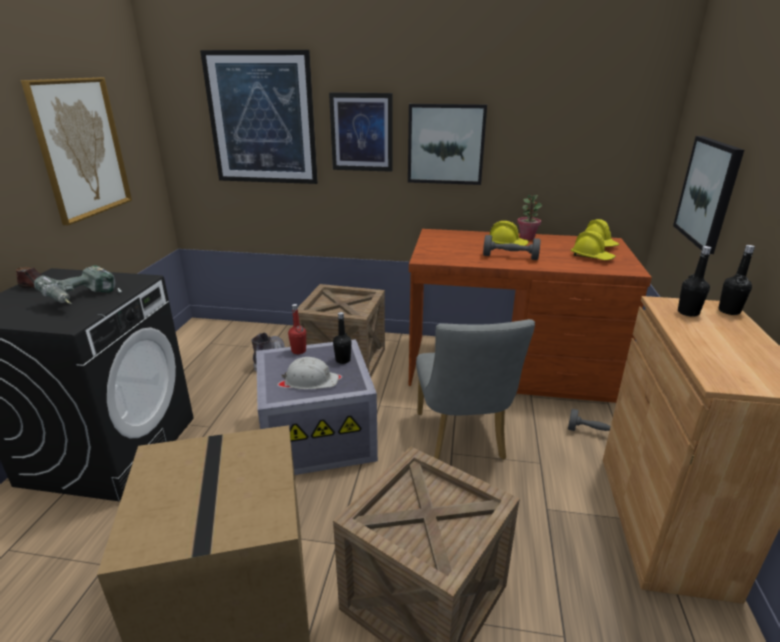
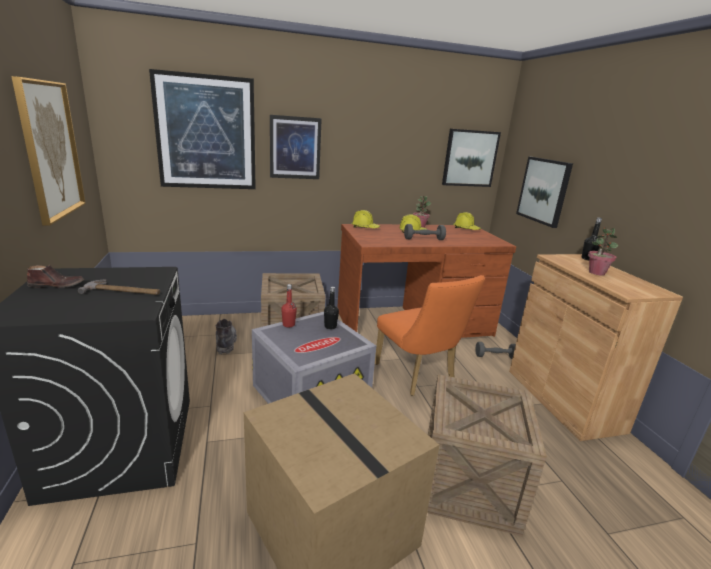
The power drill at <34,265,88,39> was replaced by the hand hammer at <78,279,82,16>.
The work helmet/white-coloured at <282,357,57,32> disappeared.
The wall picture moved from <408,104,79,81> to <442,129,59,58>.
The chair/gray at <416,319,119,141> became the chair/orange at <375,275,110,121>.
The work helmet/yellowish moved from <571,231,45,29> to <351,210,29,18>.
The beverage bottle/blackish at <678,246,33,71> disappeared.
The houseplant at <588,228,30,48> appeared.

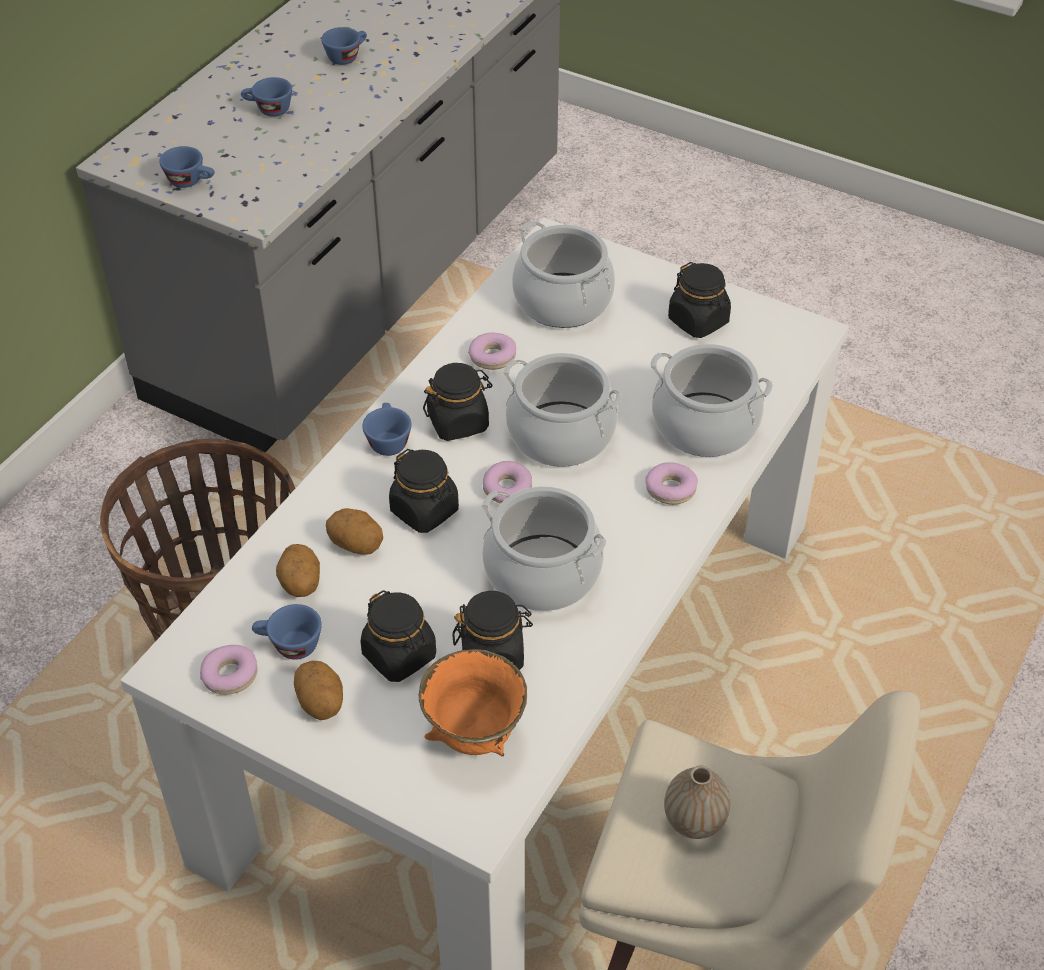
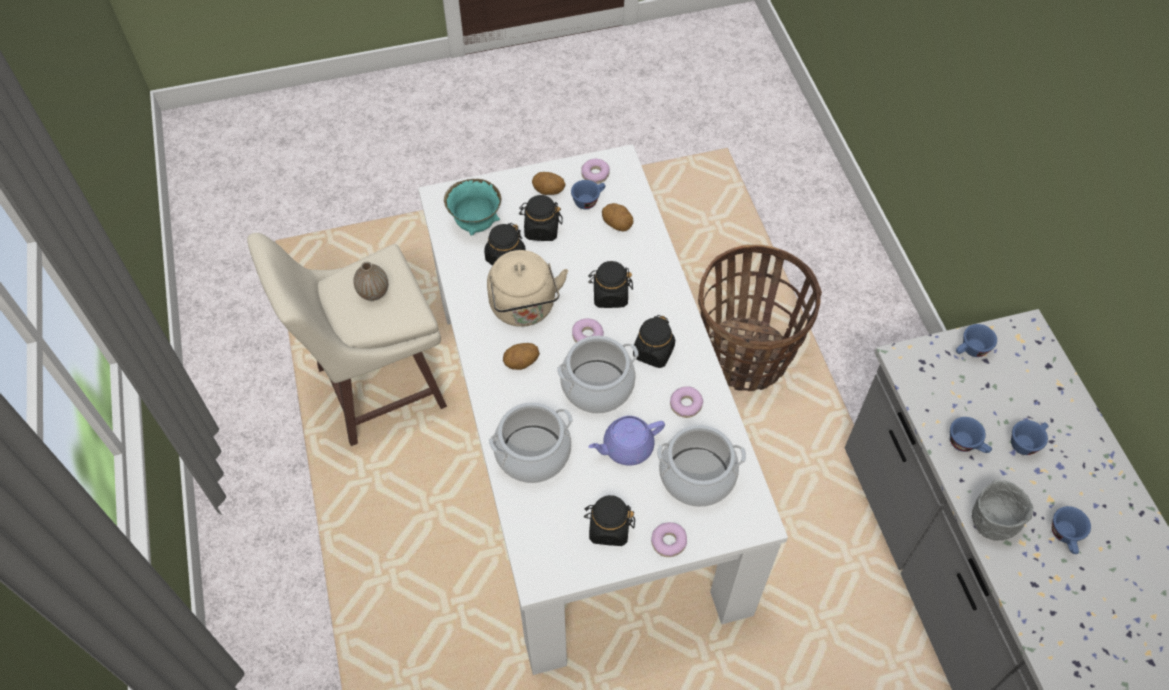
The potato moved from <326,508,57,47> to <503,343,37,27>.
The drinking cup/blue moved from <362,403,50,53> to <950,417,42,36>.
The bowl/orange at <419,649,108,107> became the bowl/turquoise-coloured at <444,179,58,57>.
The cooking pot at <482,486,124,125> was replaced by the kettle/beige-coloured at <487,250,81,77>.
The ring doughnut moved from <645,462,53,43> to <651,522,36,35>.
The teapot/purple at <588,416,77,50> appeared.
The bowl/gray at <972,480,61,61> appeared.

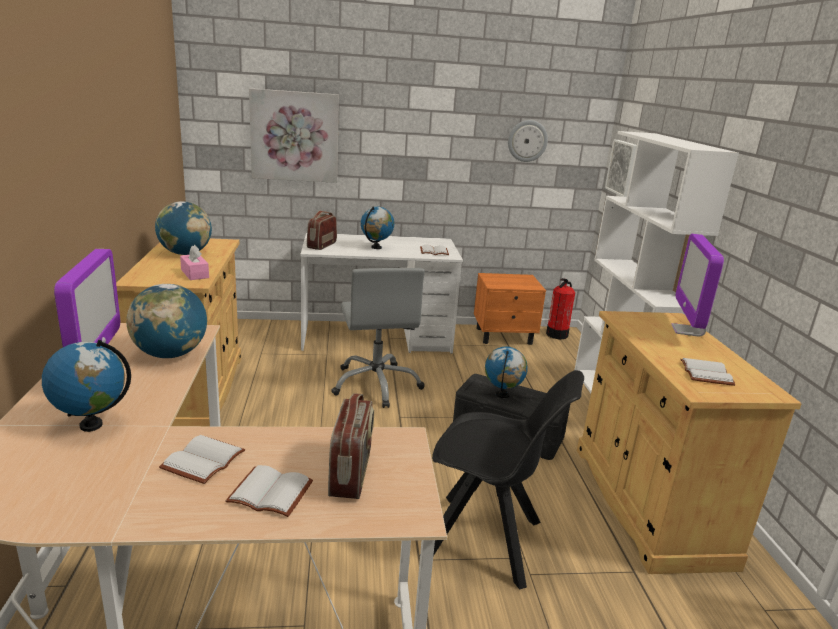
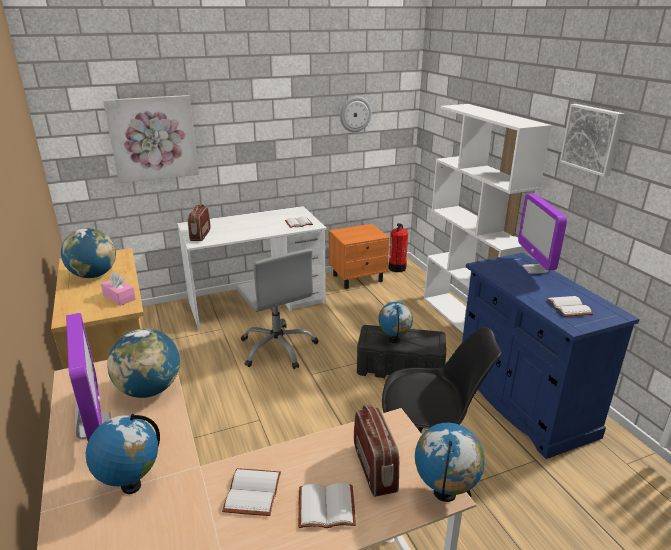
The globe moved from <361,207,33,42> to <415,423,70,79>.
The storage cabinet/beige-coloured at <577,311,225,263> became the storage cabinet/blue at <462,253,178,206>.
The wall picture moved from <605,140,32,57> to <560,104,64,73>.

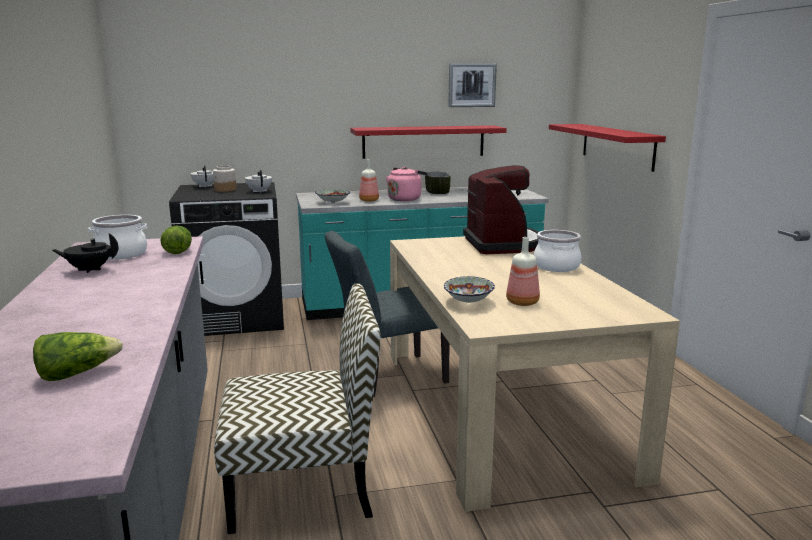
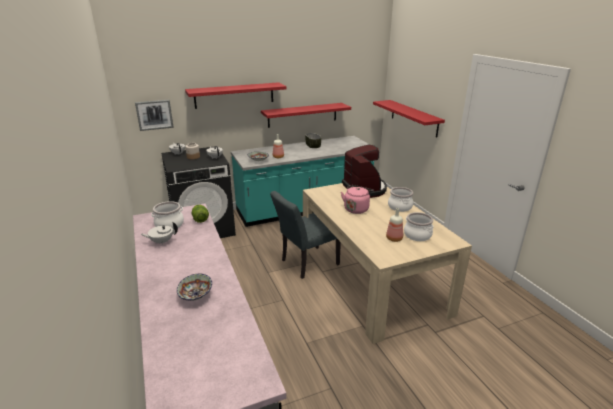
The lettuce head at <33,332,90,49> disappeared.
The teapot/blackish at <52,233,67,40> became the teapot/white-coloured at <141,222,37,23>.
The chair at <214,283,167,251> disappeared.
The kettle/pinkish moved from <386,167,42,34> to <341,185,33,29>.
The bowl moved from <444,276,51,27> to <177,274,35,27>.
The wall picture moved from <448,63,49,44> to <135,100,39,31>.
The shelf/red-coloured at <185,82,102,27> appeared.
The cooking pot at <404,212,29,29> appeared.

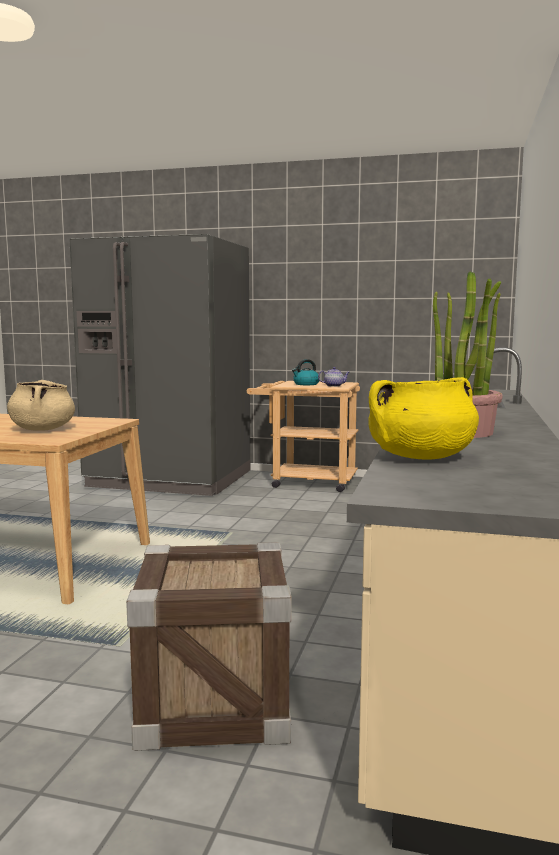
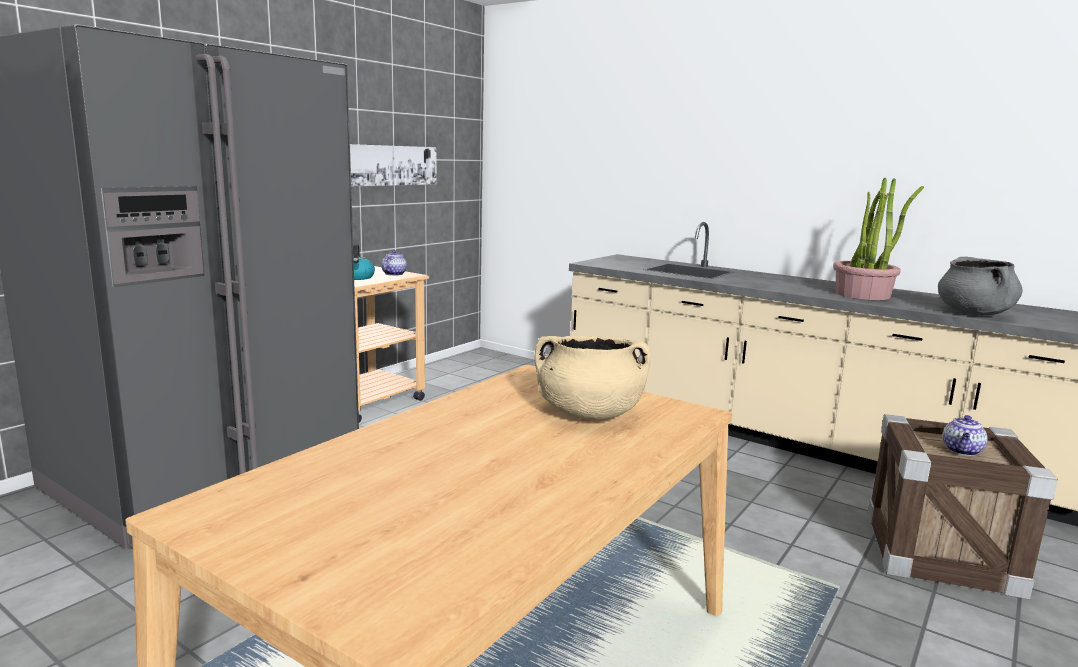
The cooking pot/yellowish at <368,377,111,82> became the cooking pot/gray at <938,257,85,58>.
The wall picture at <350,144,87,43> appeared.
The teapot at <943,415,44,41> appeared.

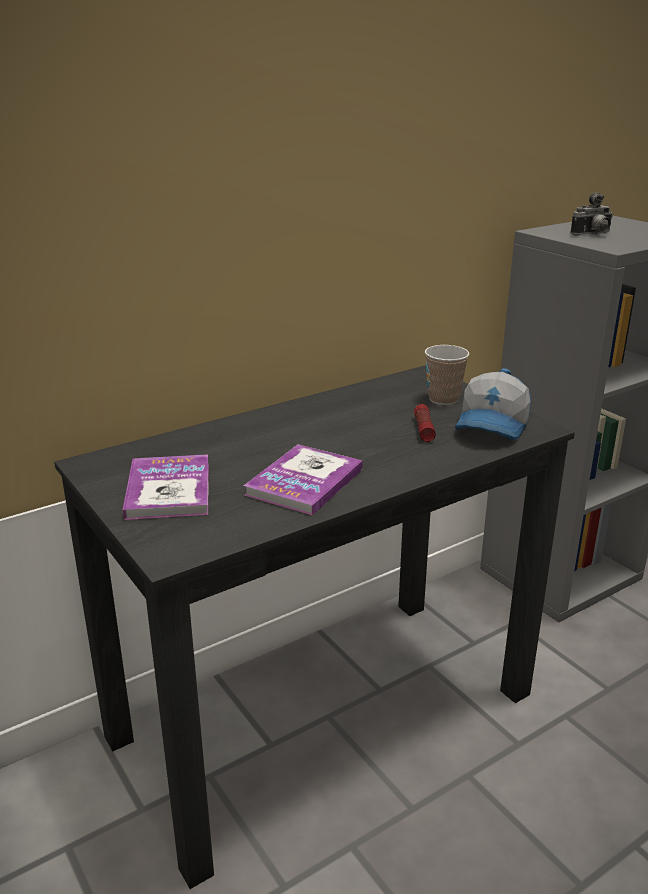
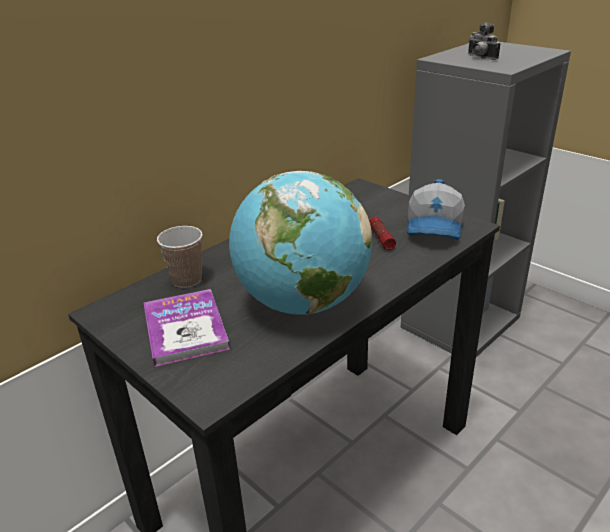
The book at <244,444,119,71> was replaced by the globe at <229,171,143,144>.
The drinking cup moved from <425,345,44,60> to <157,226,45,62>.
The still camera at <570,192,43,44> turned 90 degrees clockwise.

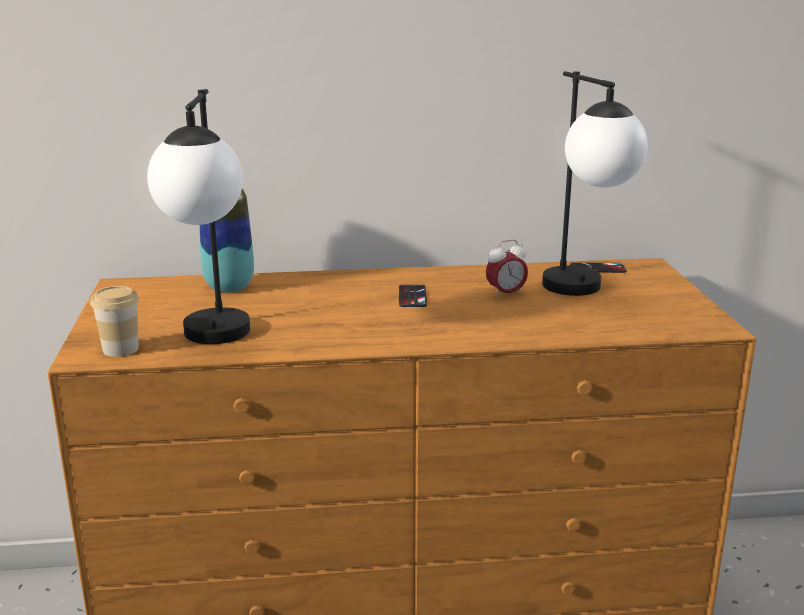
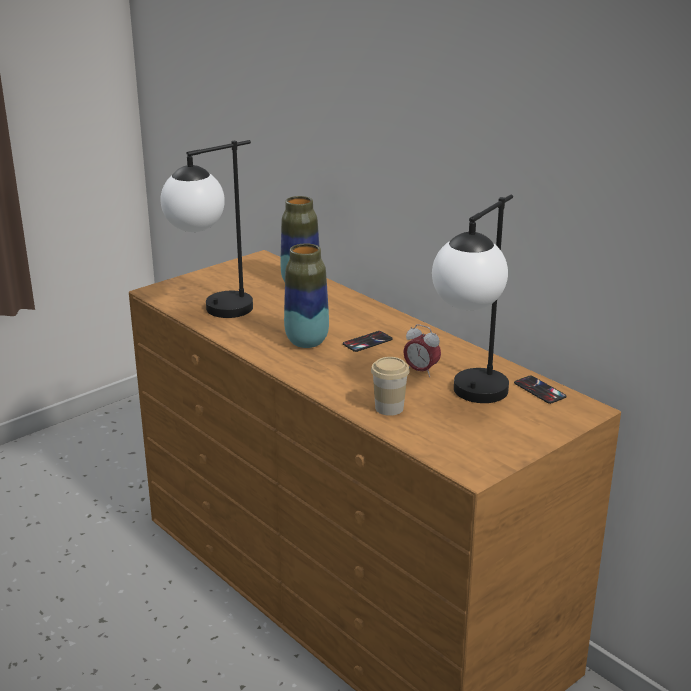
The drinking cup moved from <90,286,49,71> to <371,357,39,59>.
The decorative vase at <284,243,45,105> appeared.

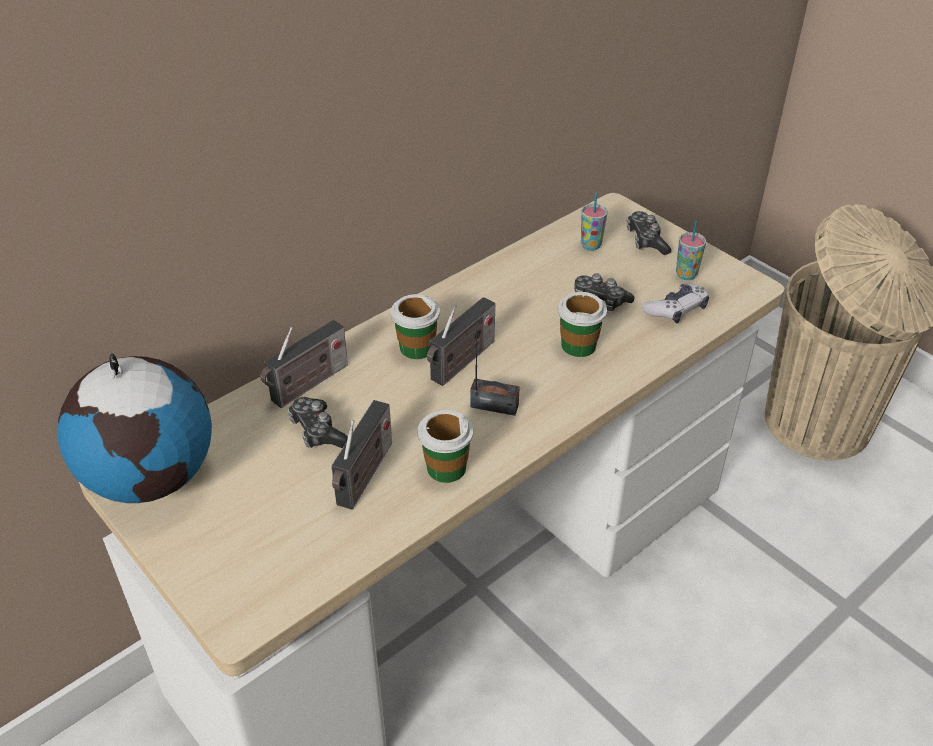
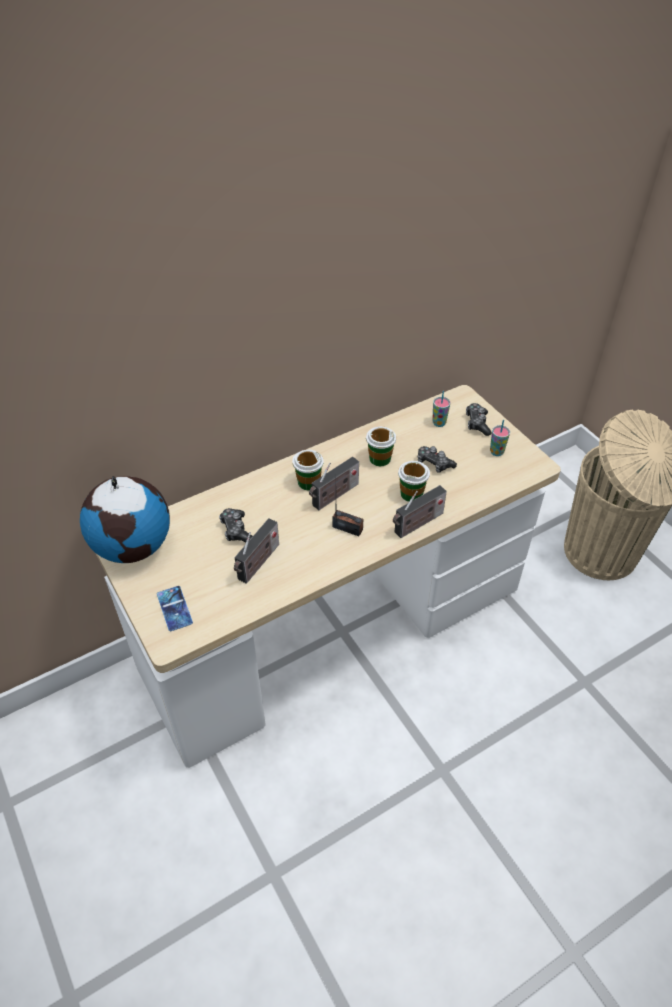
The radio set moved from <260,320,88,88> to <393,485,54,53>.
The drinking cup moved from <417,410,56,73> to <366,426,30,40>.
The gamepad at <642,284,67,39> disappeared.
The phone at <157,586,36,45> appeared.

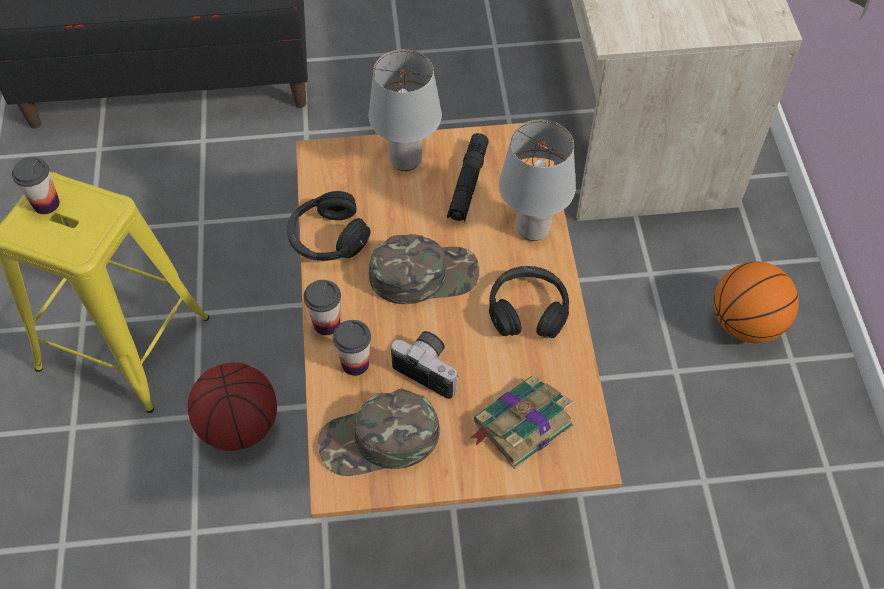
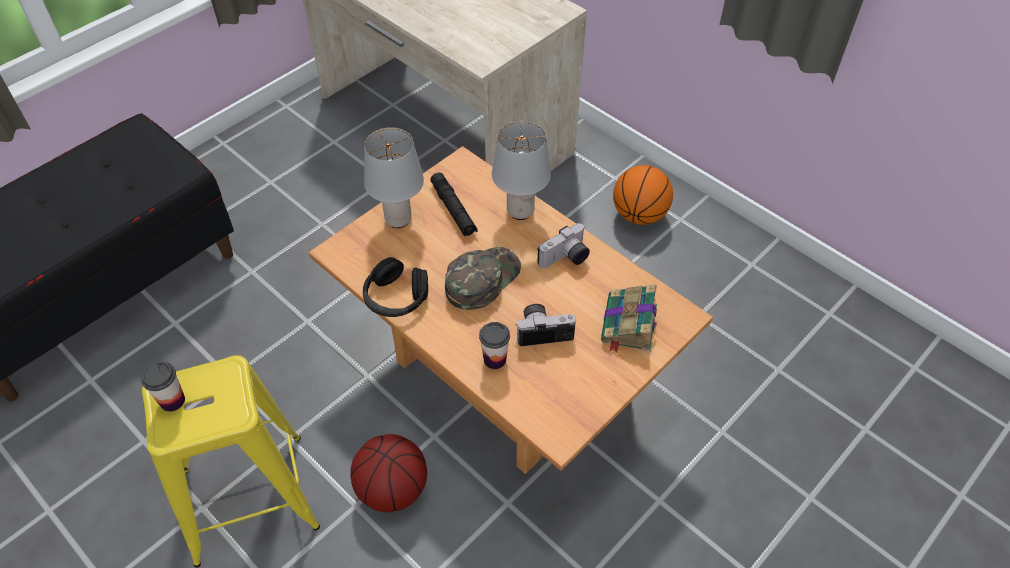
The drinking cup at <304,280,37,55> disappeared.
The cap/green at <318,389,122,87> disappeared.
The pair of headphones/blackish at <489,266,80,72> was replaced by the still camera at <537,223,53,45>.

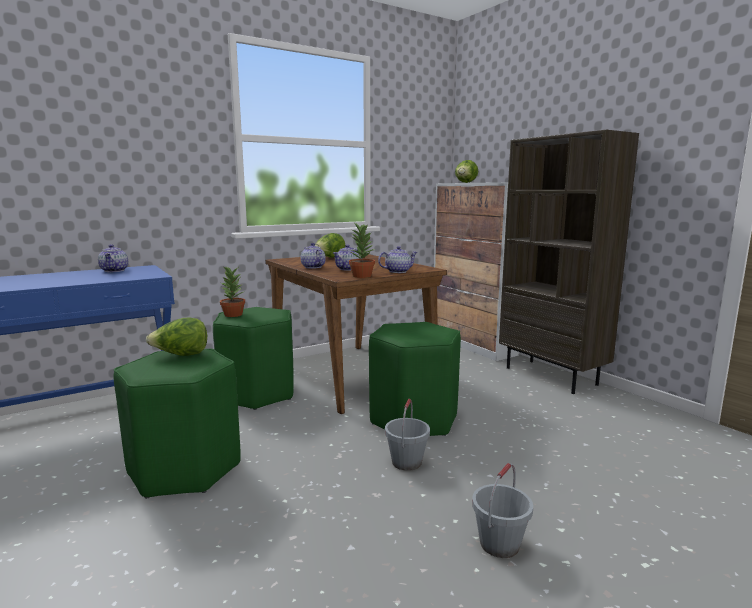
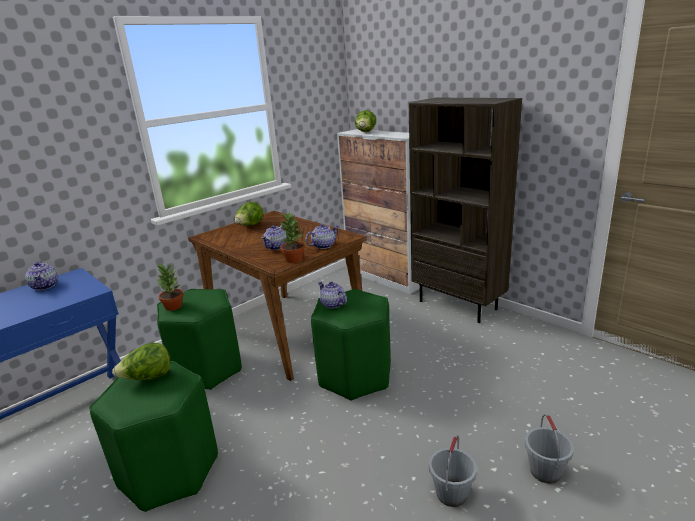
The teapot moved from <301,243,25,26> to <318,281,29,28>.
The bucket/gray moved from <385,399,45,72> to <525,414,49,70>.

